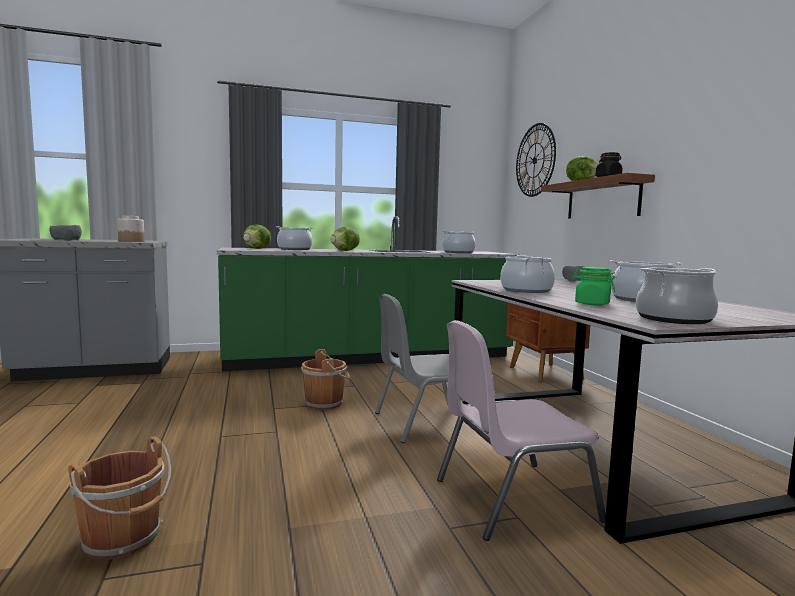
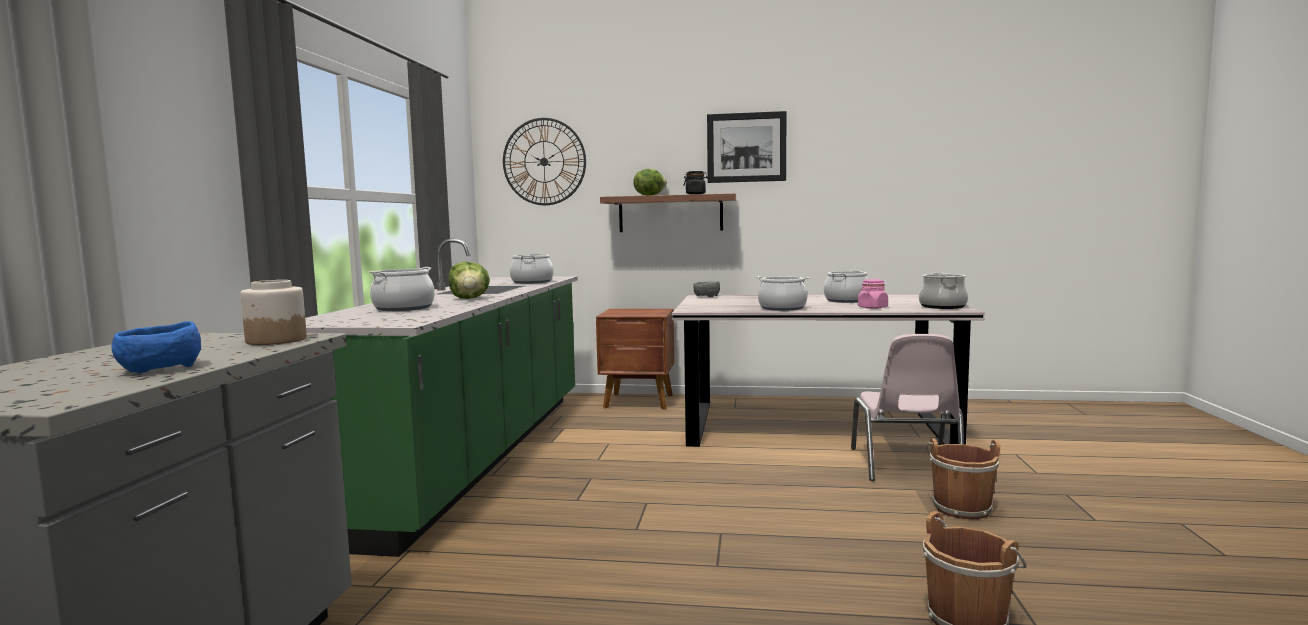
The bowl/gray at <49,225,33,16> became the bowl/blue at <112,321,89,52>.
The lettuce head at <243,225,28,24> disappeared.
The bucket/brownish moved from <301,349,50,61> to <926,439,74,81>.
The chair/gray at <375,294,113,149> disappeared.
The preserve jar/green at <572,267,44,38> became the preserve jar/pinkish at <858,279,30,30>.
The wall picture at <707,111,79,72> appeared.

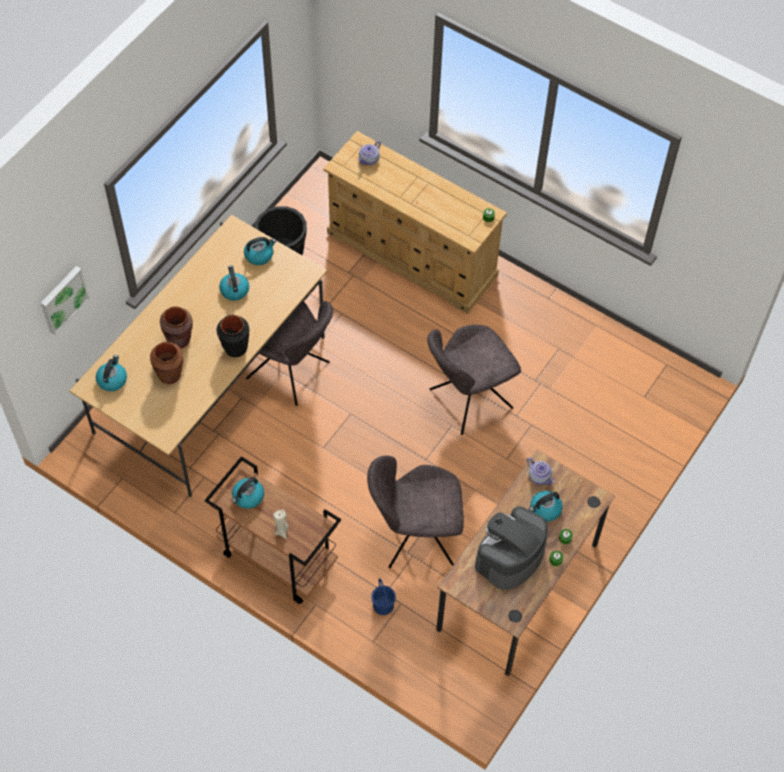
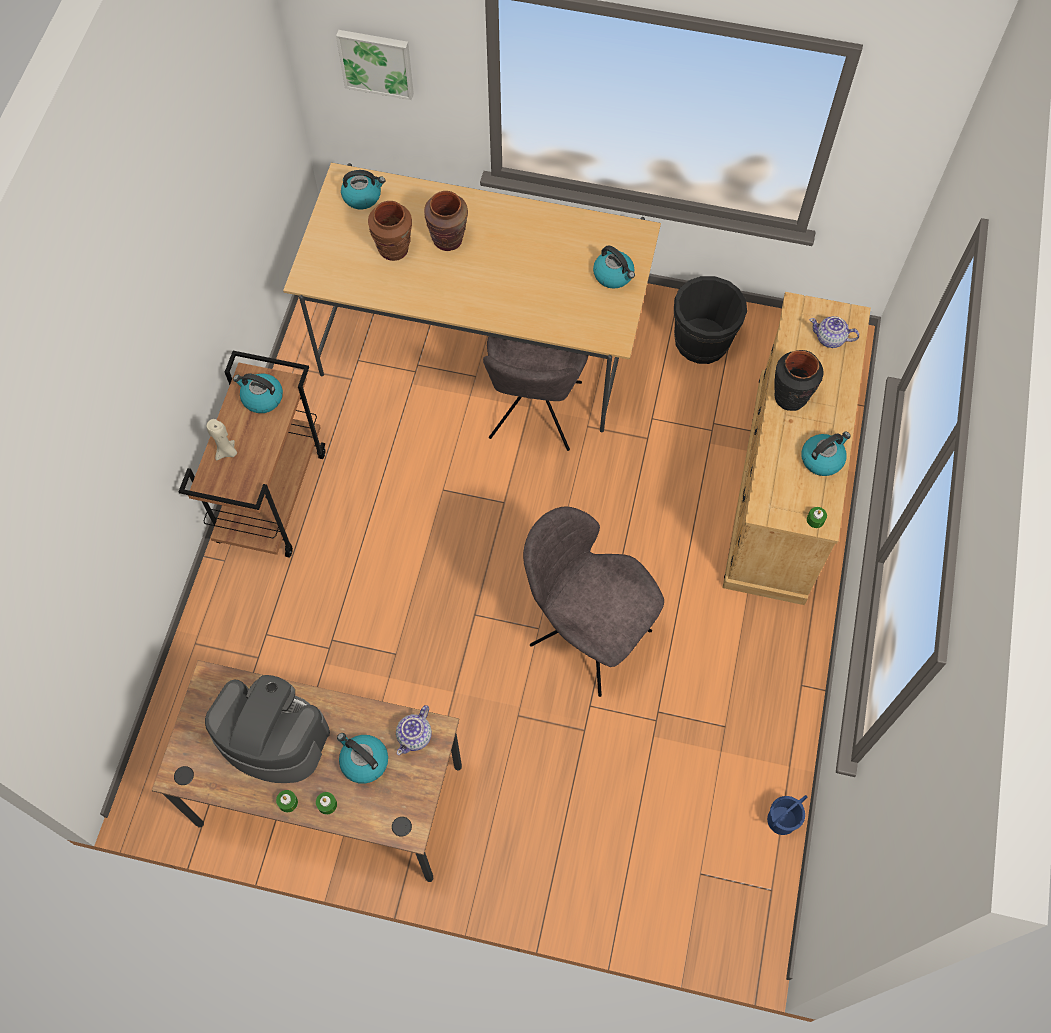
The decorative vase/blackish moved from <217,315,32,42> to <774,350,49,61>.
The kettle moved from <219,265,30,36> to <801,431,50,45>.
The chair/gray at <367,456,97,112> disappeared.
The bucket/blue moved from <371,578,25,37> to <767,795,40,40>.

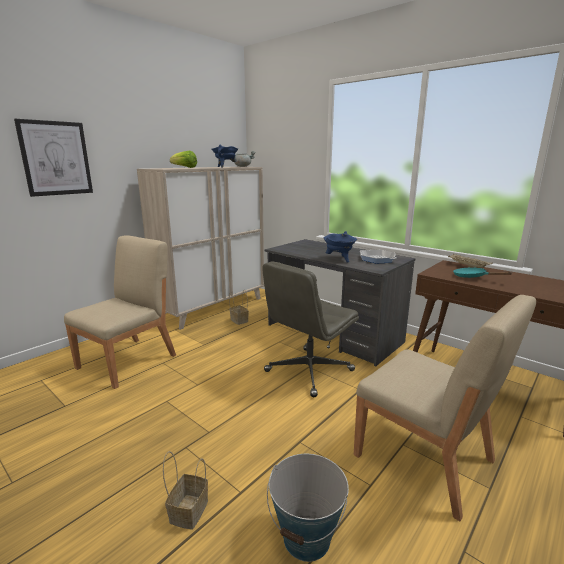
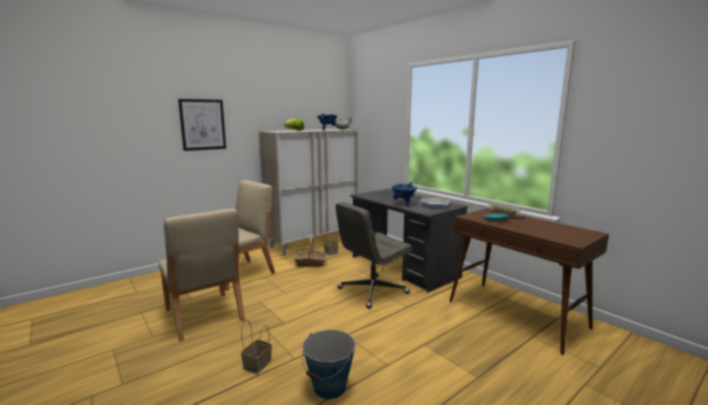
The chair/beige-coloured moved from <354,295,182,226> to <158,209,87,133>.
The storage basket at <294,236,33,31> appeared.

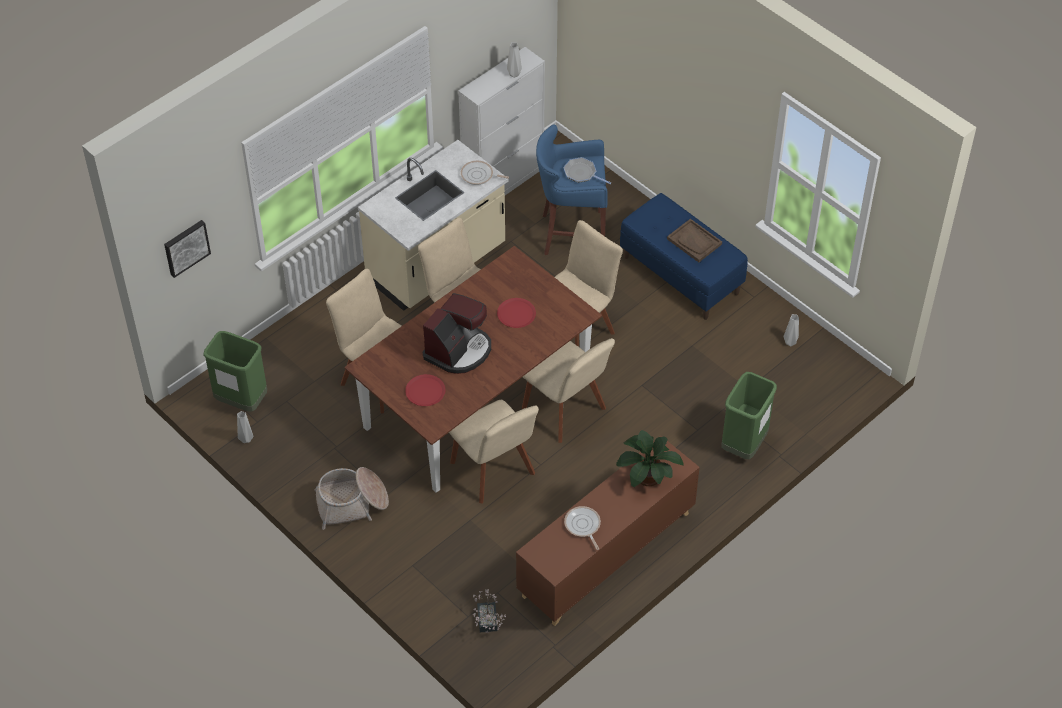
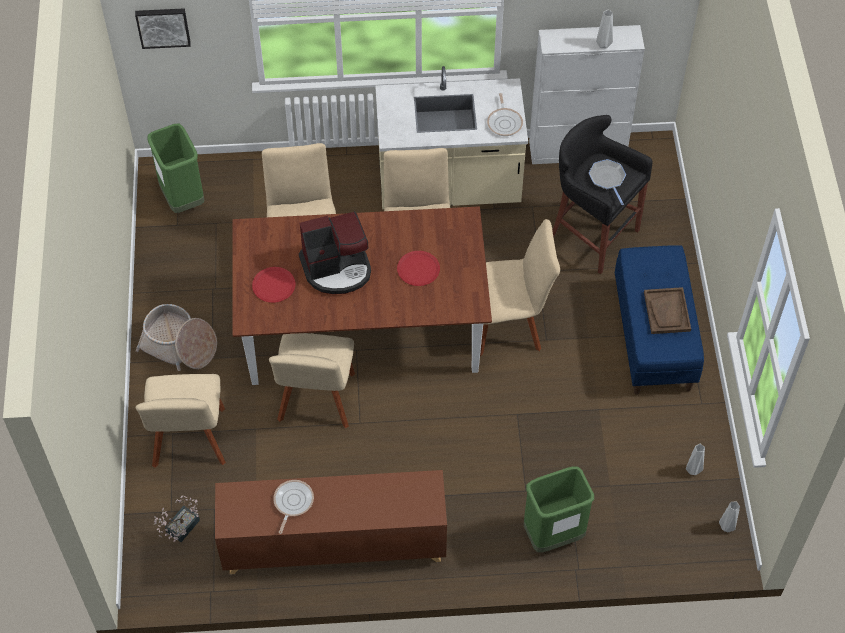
The decorative vase/gray moved from <237,411,16,32> to <719,501,21,31>.
The pan at <461,161,48,24> turned 150 degrees counterclockwise.
The chair/beige-coloured moved from <522,338,93,105> to <136,374,90,94>.
The stool/blue at <536,124,71,131> became the stool/blackish at <552,115,100,159>.
The houseplant at <616,430,68,57> disappeared.

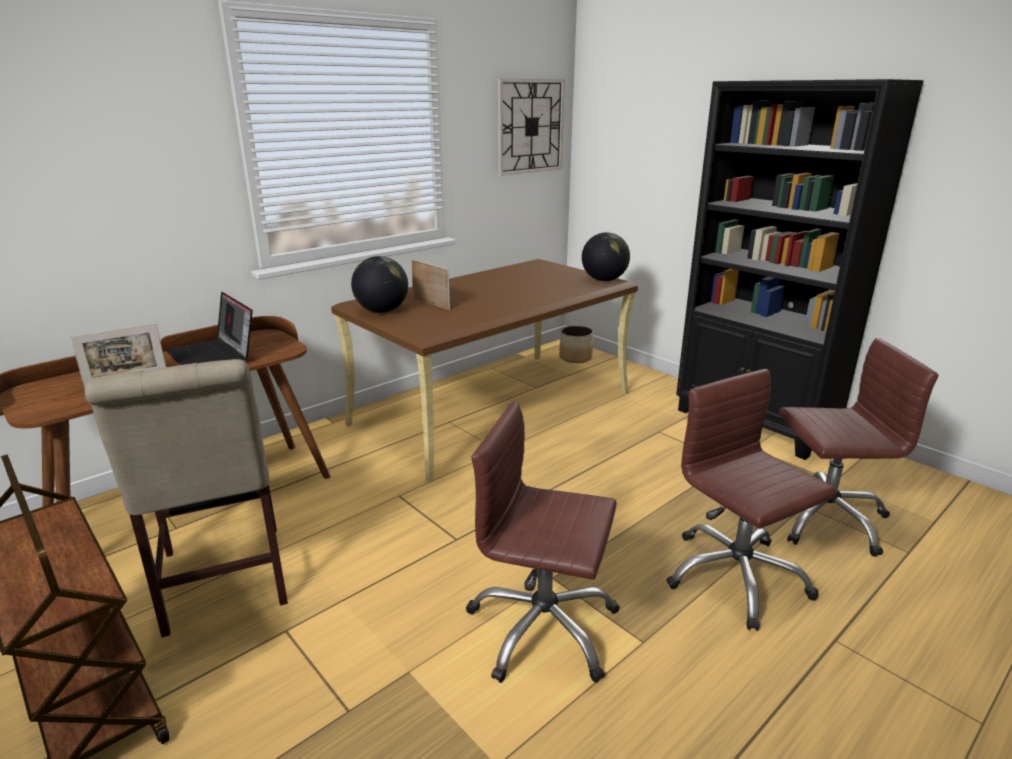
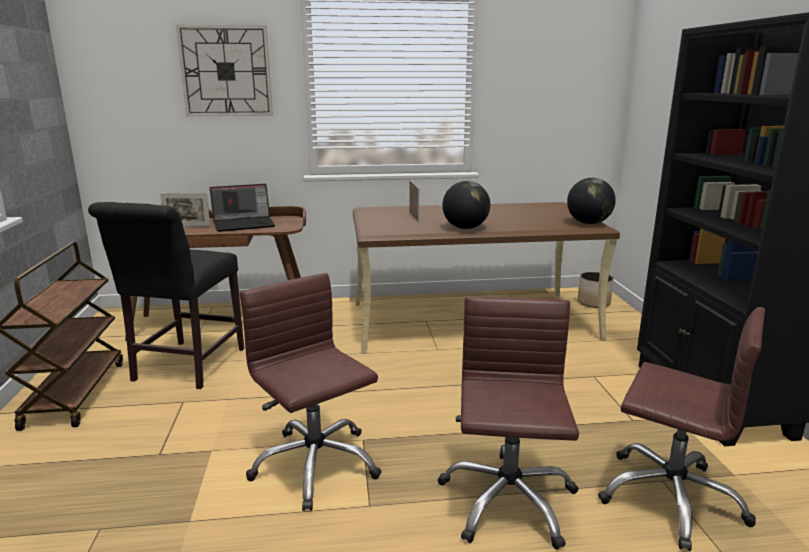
The chair/beige-coloured at <85,359,203,278> became the chair/blackish at <88,202,156,187>.
The laptop at <166,292,87,73> turned 105 degrees counterclockwise.
The globe moved from <351,256,57,57> to <442,181,48,48>.
The wall clock moved from <498,79,67,97> to <176,25,97,91>.

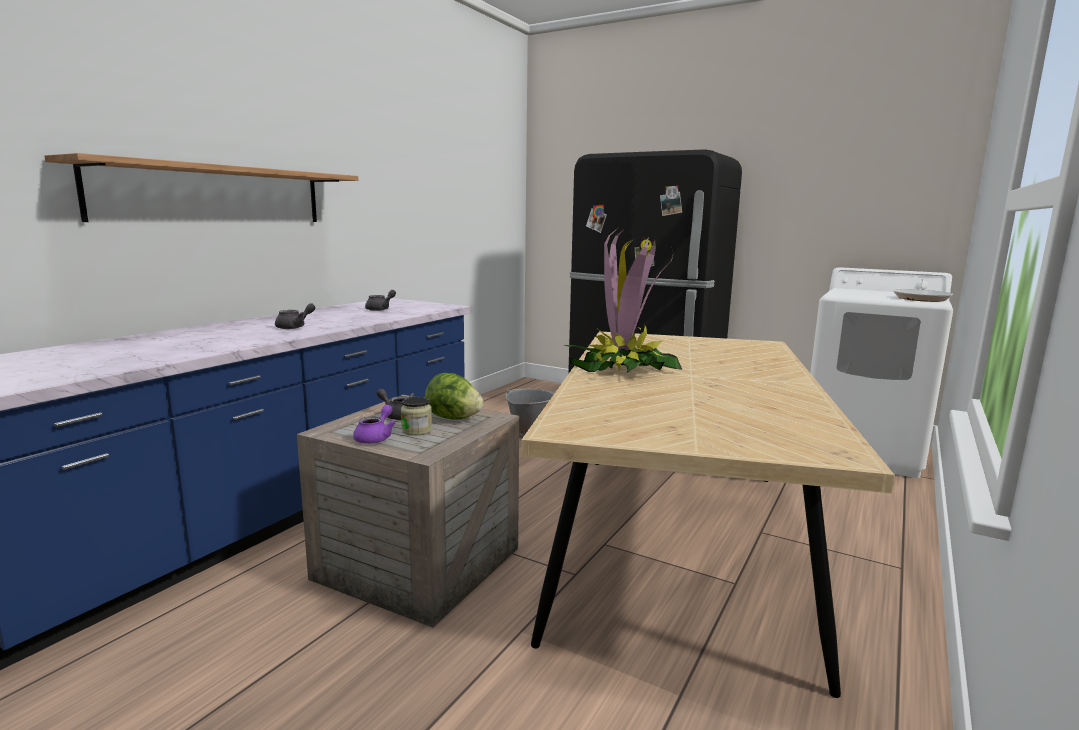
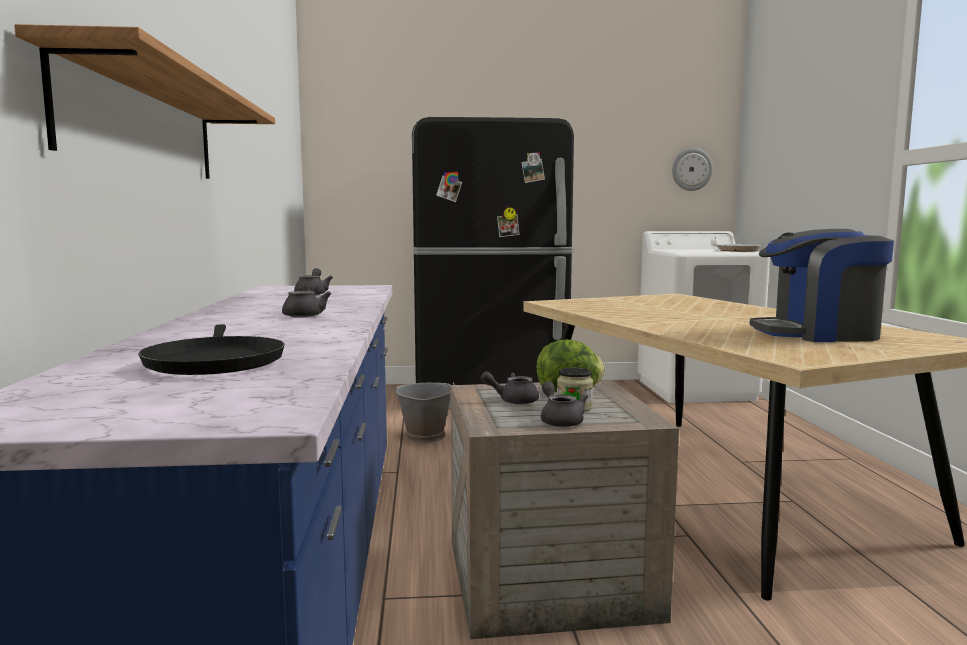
The teapot/purple at <353,405,43,39> became the teapot/gray at <541,381,47,46>.
The houseplant at <564,228,118,145> disappeared.
The pan/blackish at <138,324,147,51> appeared.
The wall clock at <672,148,41,43> appeared.
The coffee maker at <750,229,144,113> appeared.

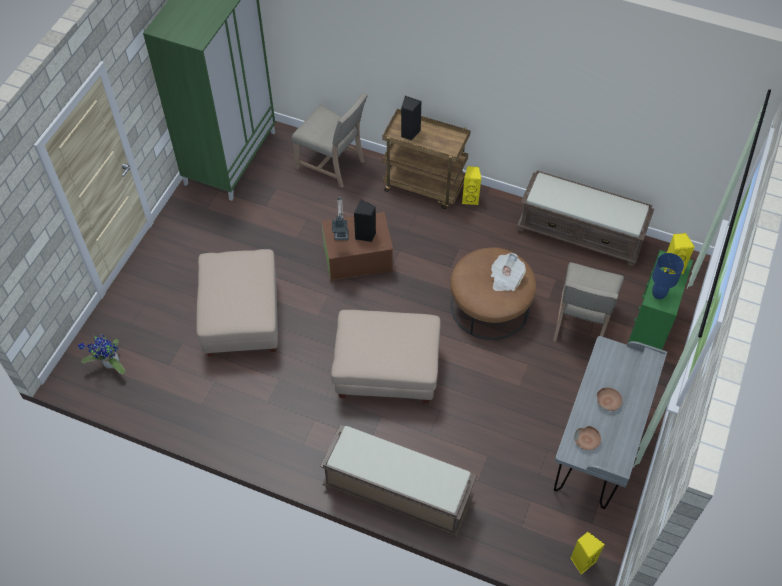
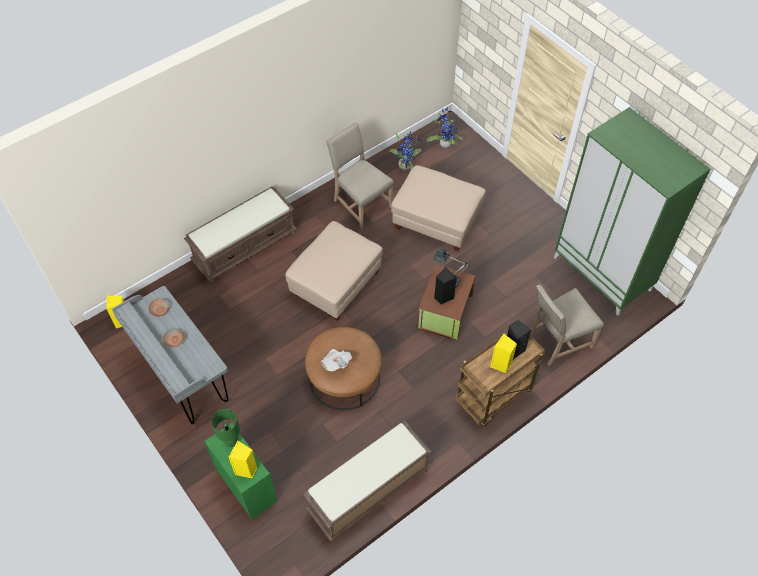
The audio speaker/yellowish moved from <462,166,19,39> to <490,333,27,40>.
The chair/beige-coloured moved from <553,262,71,80> to <326,123,68,106>.
The lamp for a table/blue at <652,253,32,46> became the lamp for a table/green at <212,409,28,38>.
The houseplant at <389,131,33,40> appeared.

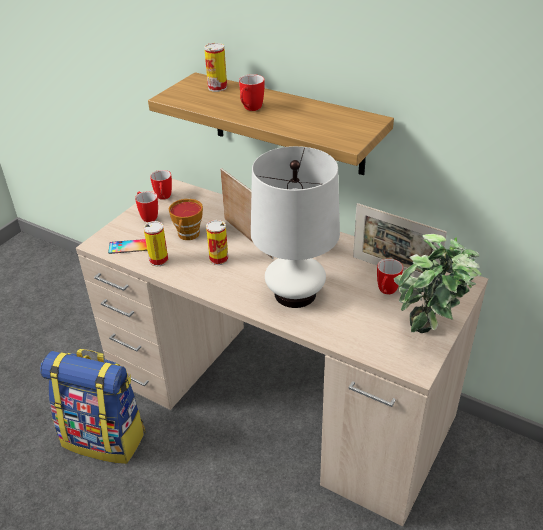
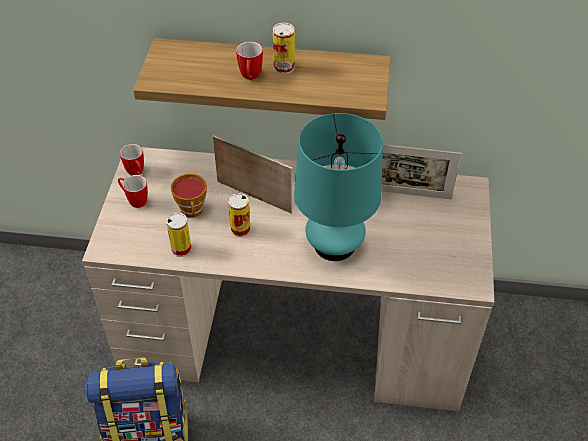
The phone at <108,239,39,15> disappeared.
The metal can moved from <204,43,23,49> to <273,23,22,51>.
The lamp for a table/white-coloured at <251,146,89,162> became the lamp for a table/turquoise-coloured at <294,113,89,148>.
The mug at <377,259,26,35> disappeared.
The houseplant at <394,234,87,99> disappeared.

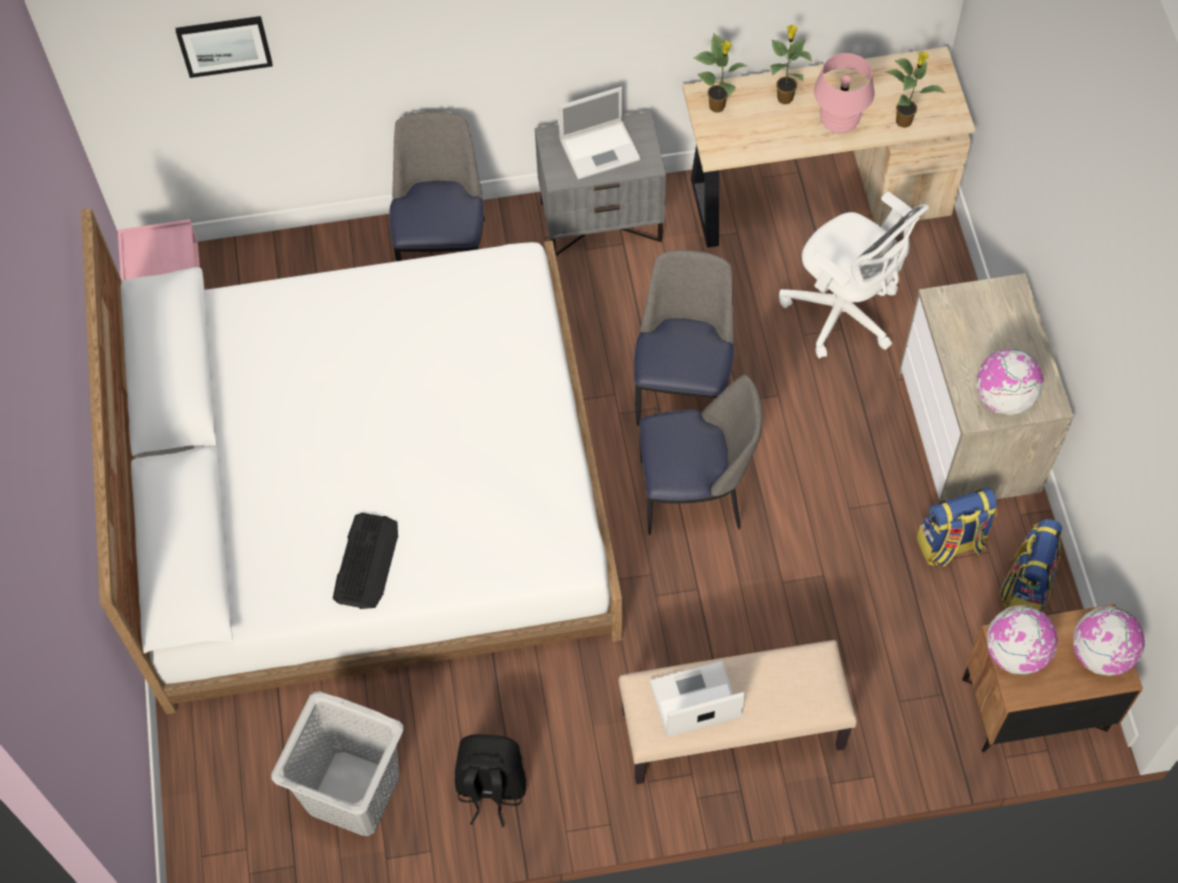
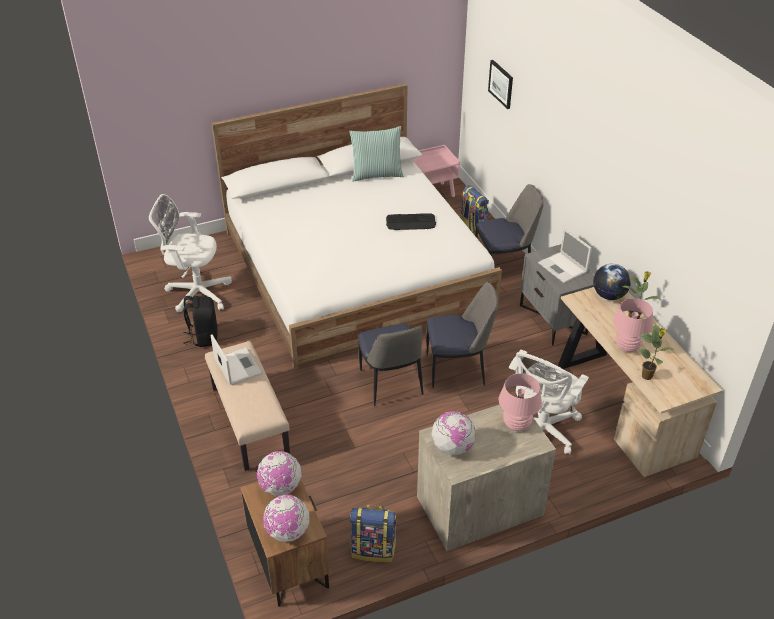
The hamper/gray at <272,691,131,145> was replaced by the desk chair/white-coloured at <149,194,83,118>.
The PC keyboard moved from <333,513,65,96> to <386,213,50,17>.
The houseplant at <694,33,53,80> was replaced by the globe at <593,264,38,36>.
The backpack moved from <917,488,80,79> to <460,185,29,51>.
The pillow at <349,126,55,56> appeared.
The lamp for a table/pinkish at <499,373,43,58> appeared.

